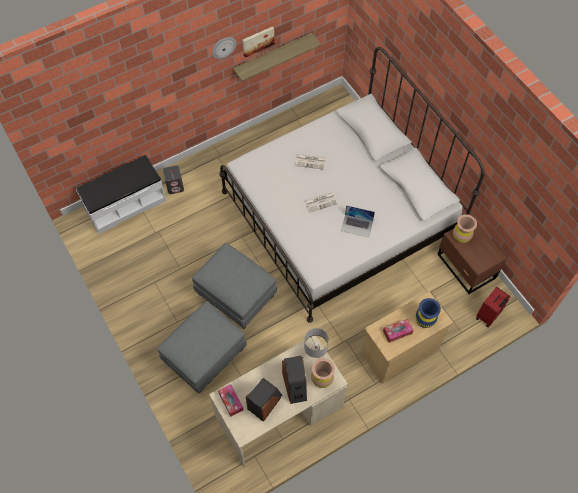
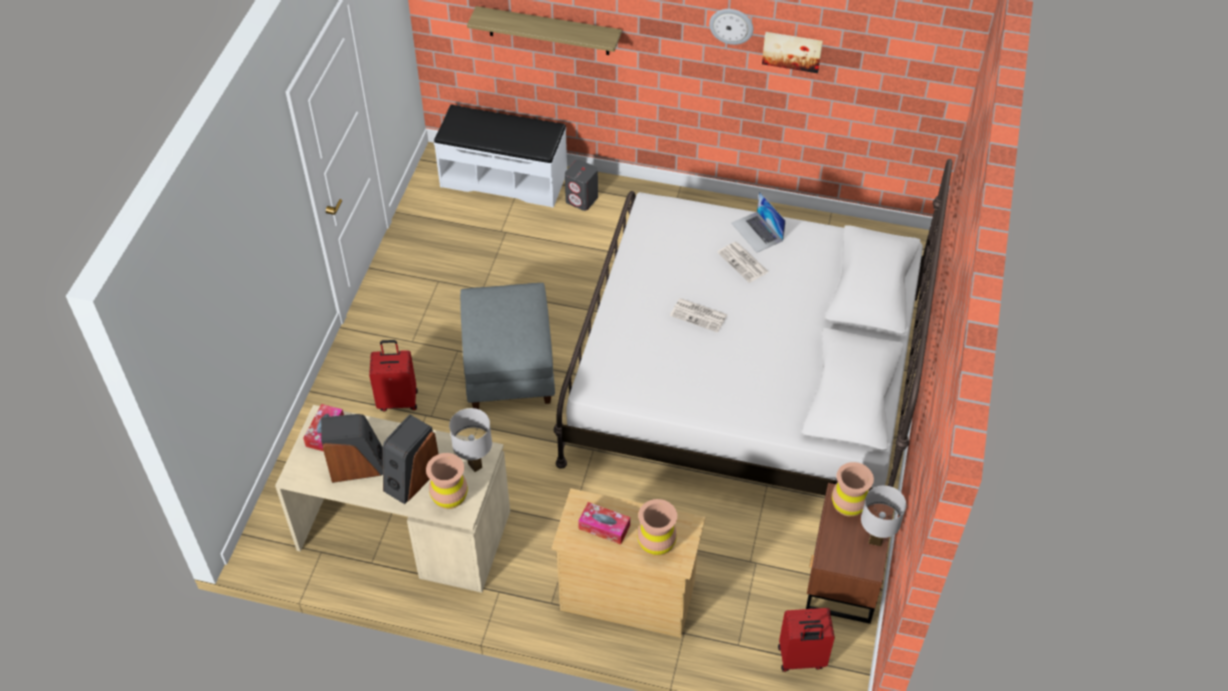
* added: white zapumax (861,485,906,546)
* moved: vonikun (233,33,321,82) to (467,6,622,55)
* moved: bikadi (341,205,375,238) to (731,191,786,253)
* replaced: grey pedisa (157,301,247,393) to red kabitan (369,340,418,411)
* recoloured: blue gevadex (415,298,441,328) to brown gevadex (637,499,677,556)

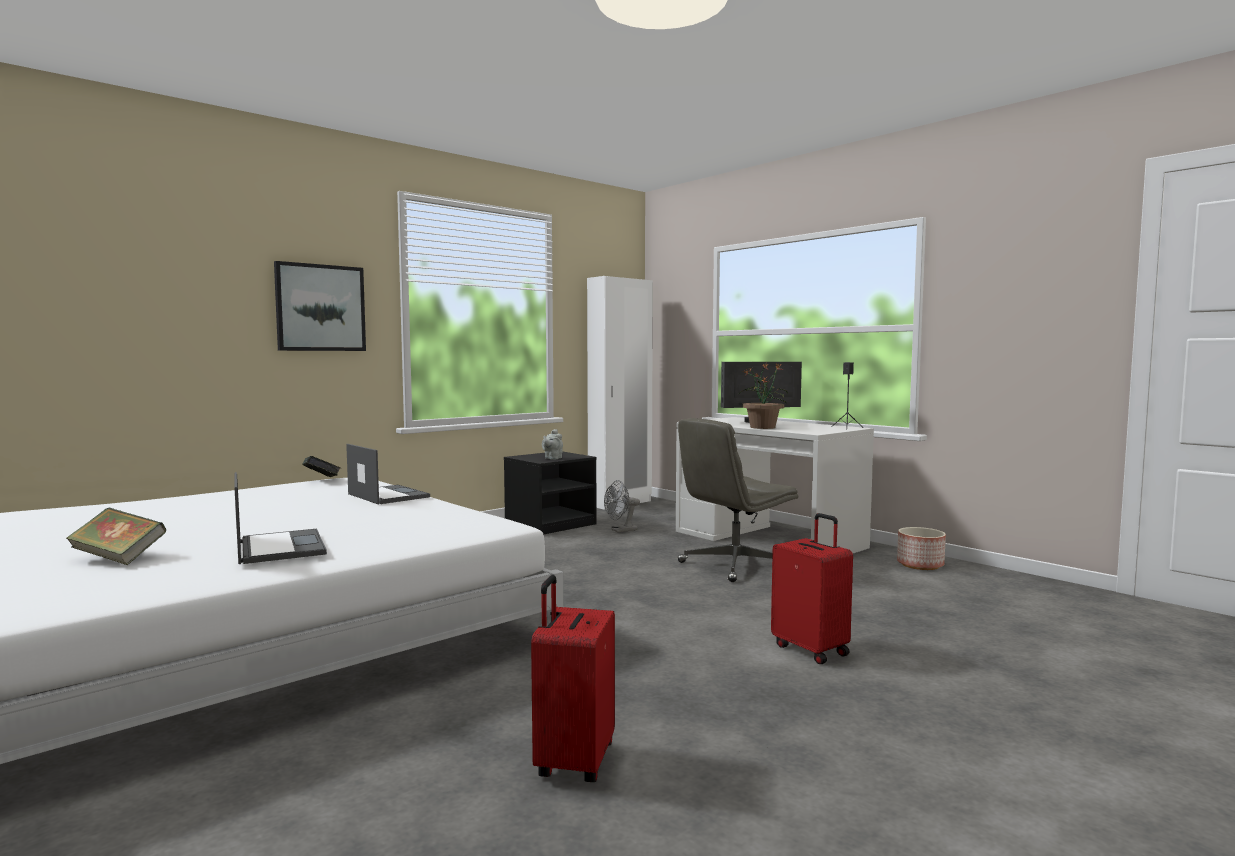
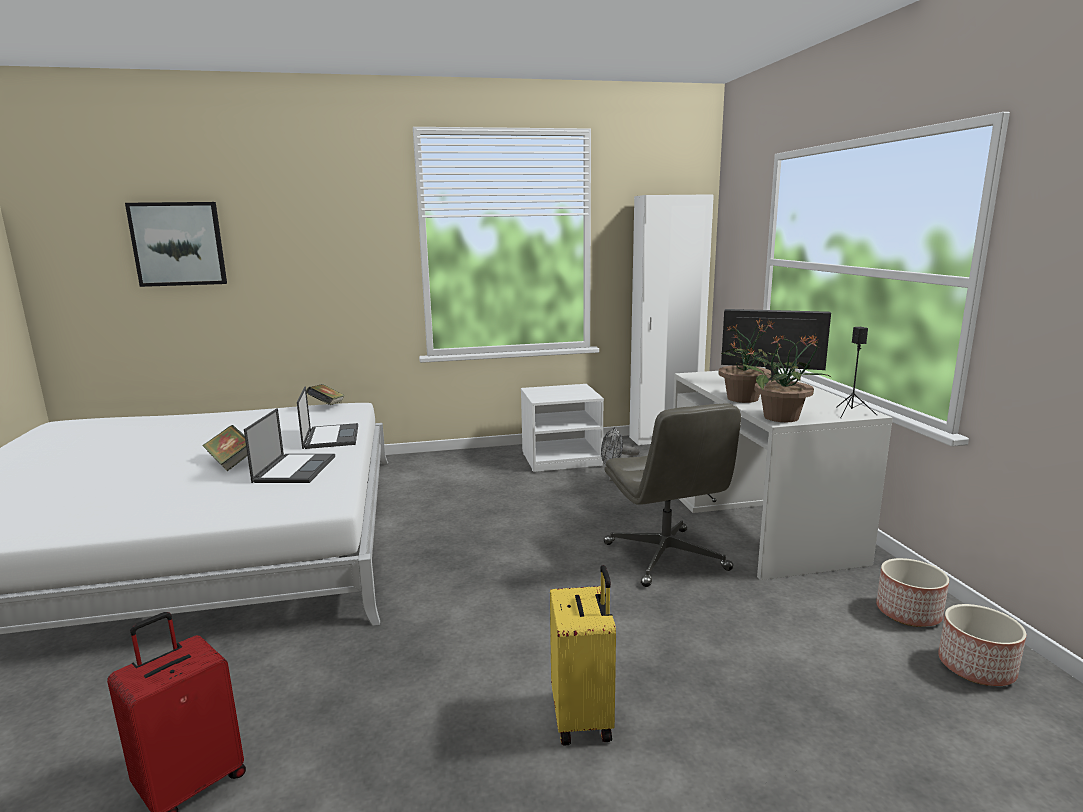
* removed: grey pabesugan (542,429,563,460)
* added: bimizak (748,335,831,422)
* added: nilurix (938,604,1026,686)
* moved: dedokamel (66,508,167,565) to (202,425,247,471)
* moved: bikadi (234,472,327,564) to (244,408,335,483)
* moved: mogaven (274,261,366,351) to (125,202,227,287)
* recoloured: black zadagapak (504,451,596,535) to white zadagapak (521,384,604,472)
* recoloured: red kabitan (771,513,853,664) to yellow kabitan (550,565,616,746)
* turned: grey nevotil (678,418,798,582) = (604,403,741,587) 105 degrees counterclockwise

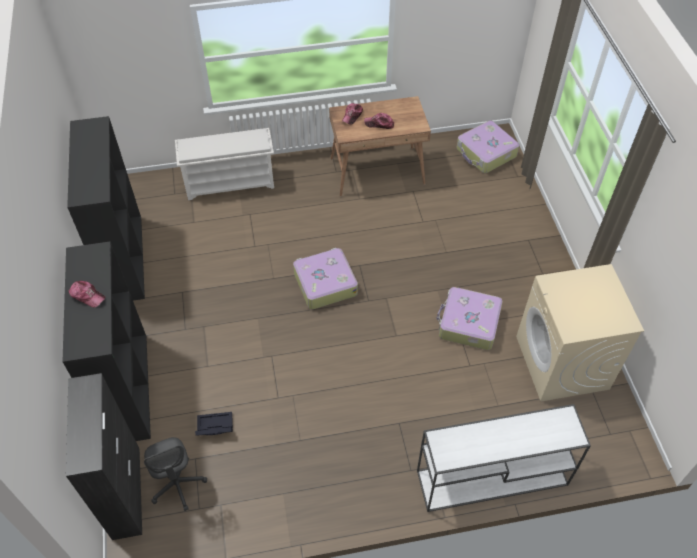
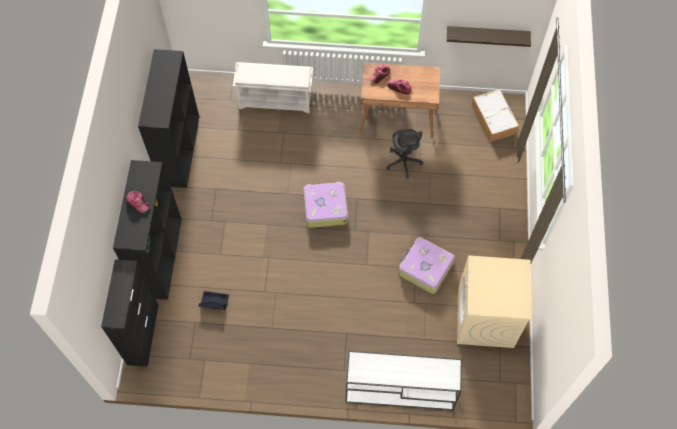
* added: vonikun (447,26,531,47)
* moved: grey nevotil (144,437,207,511) to (386,129,423,178)
* replaced: kabitan (456,121,520,173) to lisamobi (472,89,519,142)

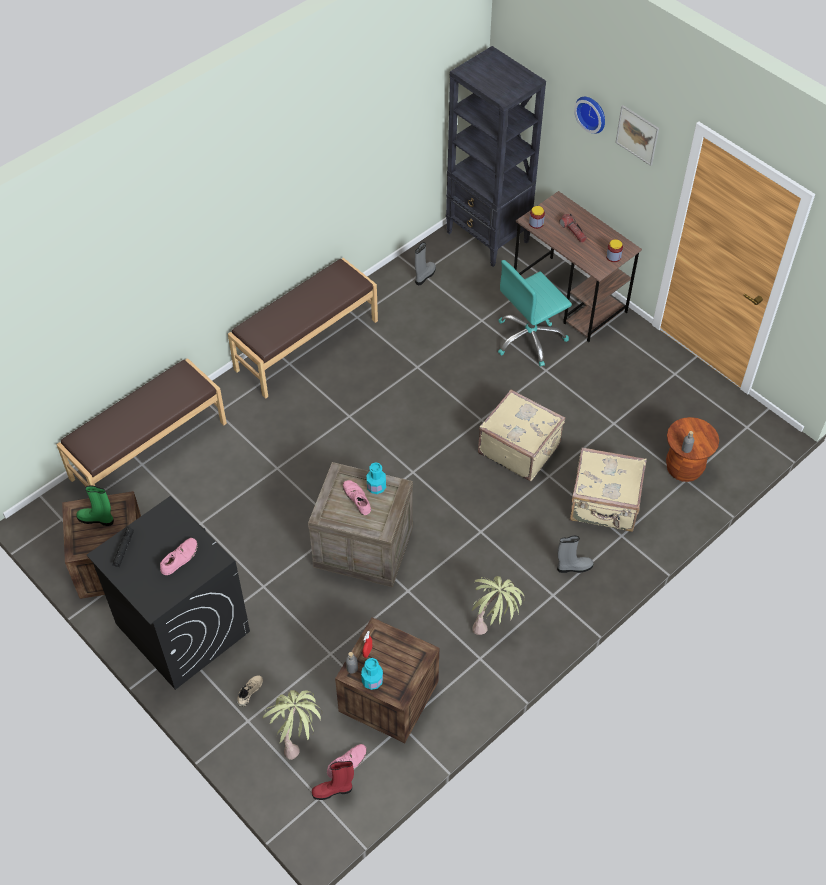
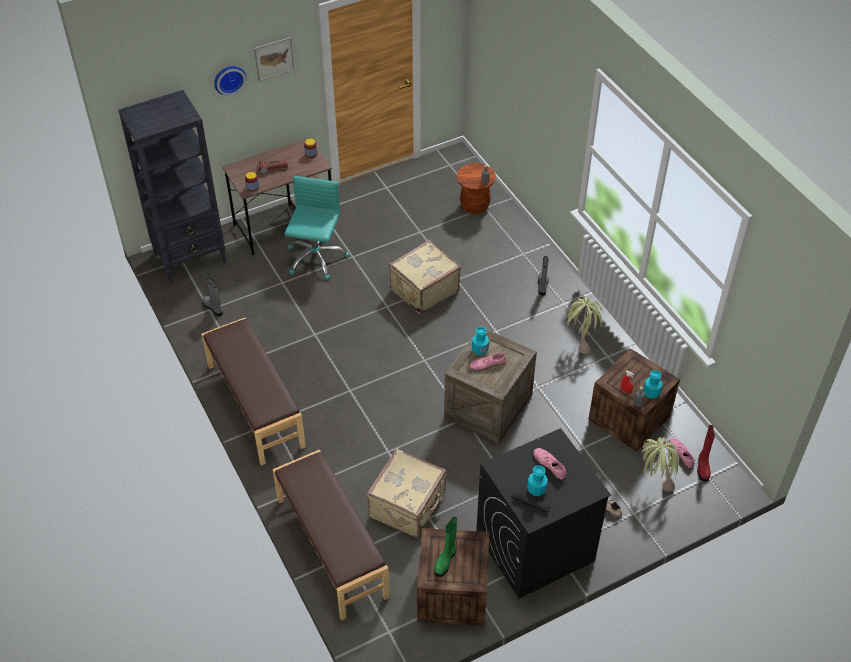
* added: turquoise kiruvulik (527,465,548,496)
* moved: beige kabitan (570,448,647,532) to (367,449,447,537)
* turned: turquoise nevotil (498,260,572,367) = (284,176,349,280) 150 degrees counterclockwise

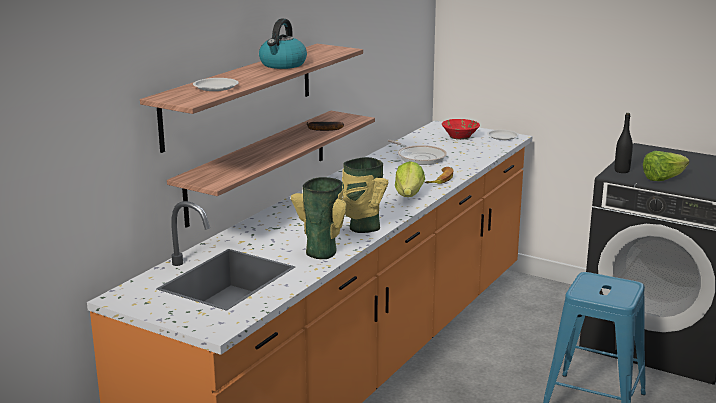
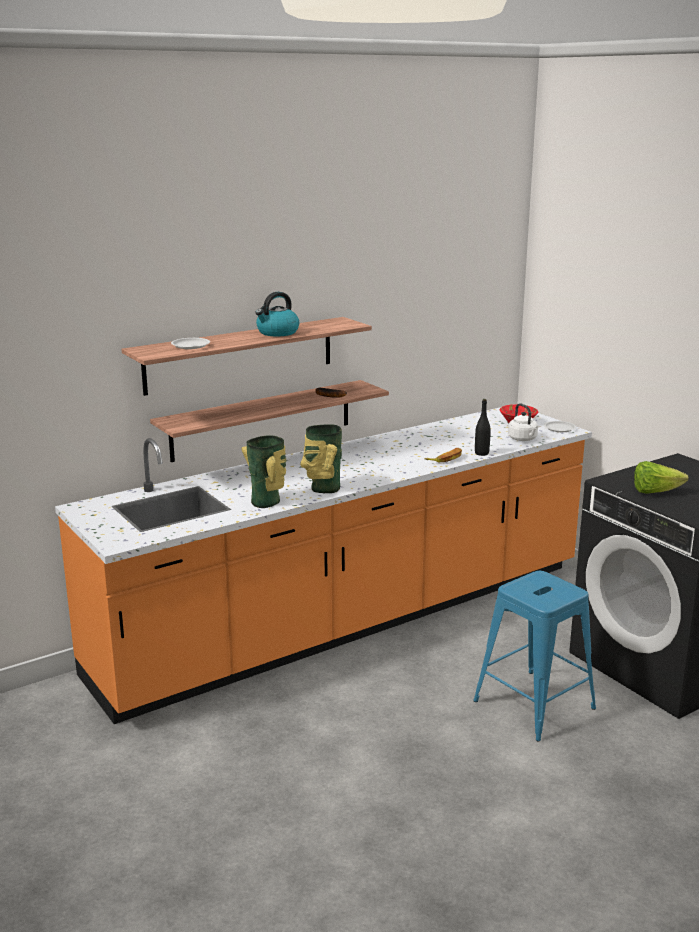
* removed: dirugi (388,140,447,165)
* removed: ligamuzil (395,161,425,197)
* added: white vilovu (508,403,538,441)
* moved: black kiruvulik (615,113,633,173) to (475,399,491,456)

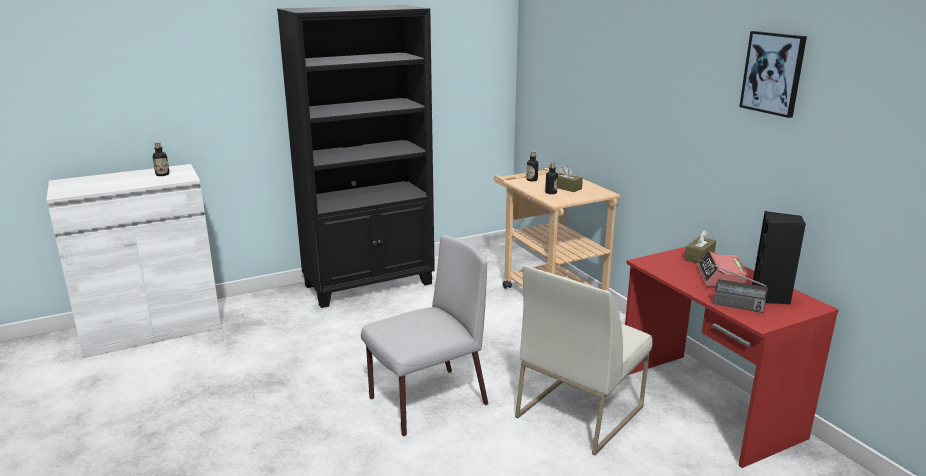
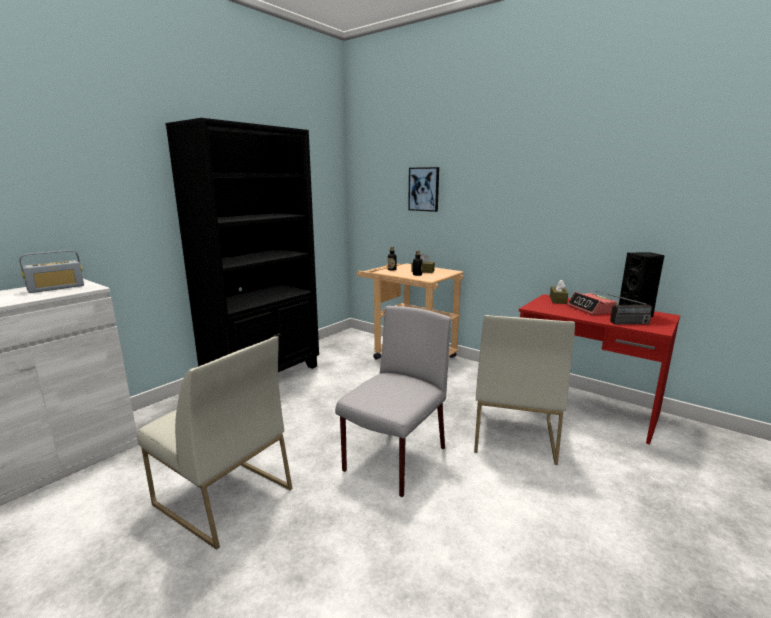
* added: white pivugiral (137,336,292,550)
* moved: mogaven (739,31,807,118) to (408,167,439,212)
* replaced: kiruvulik (153,142,169,176) to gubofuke (19,250,84,293)

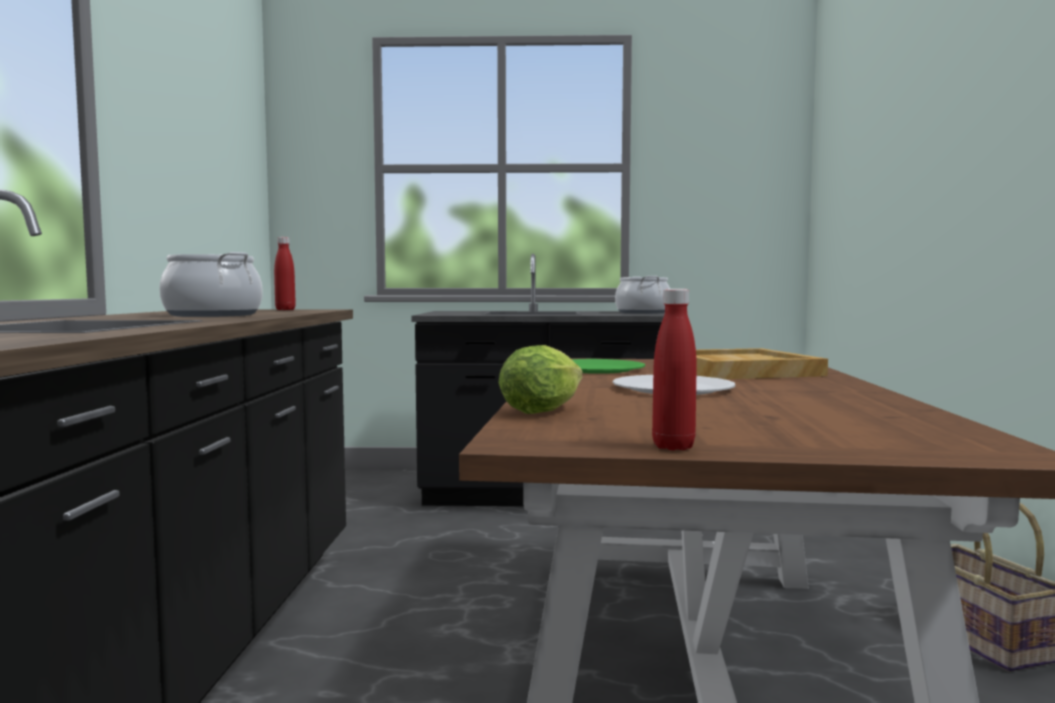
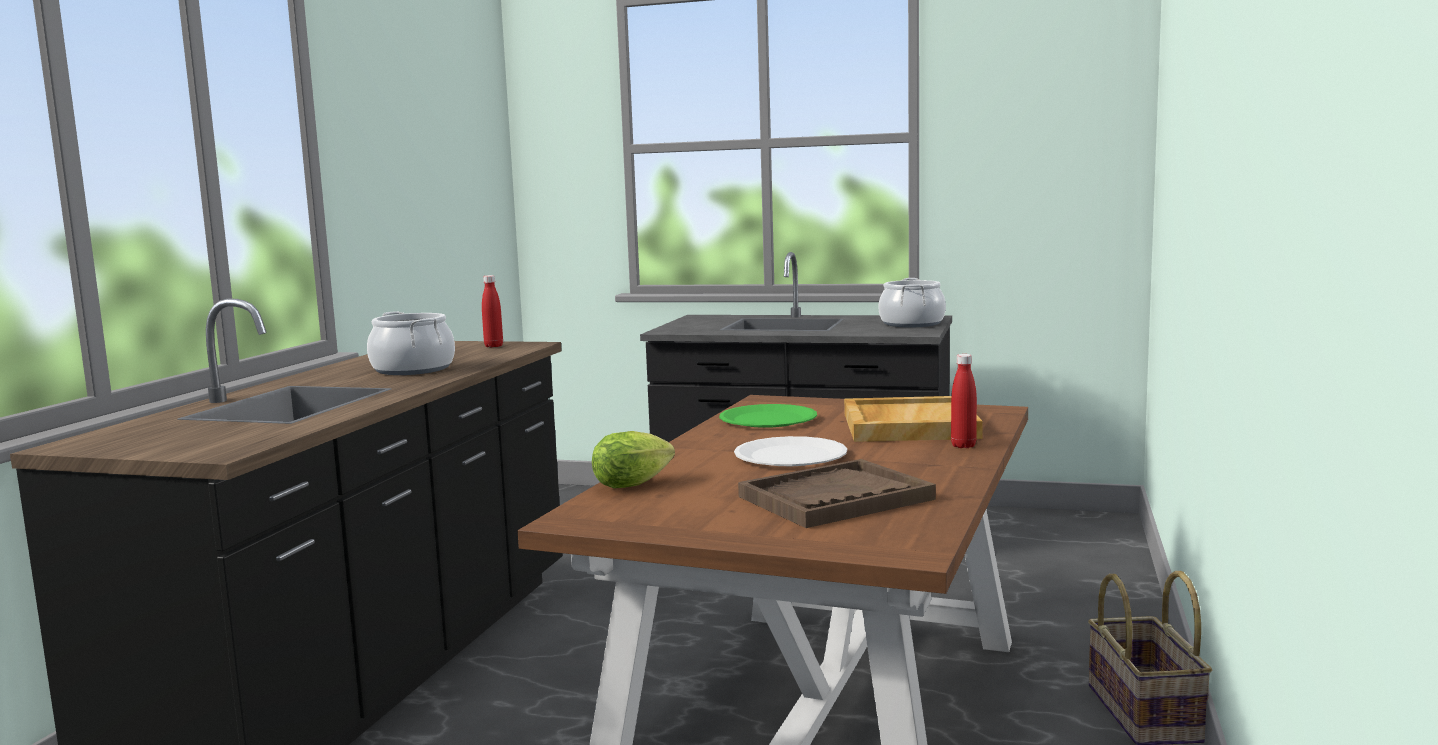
* added: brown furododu (738,459,936,528)
* moved: red kiruvulik (652,289,697,450) to (951,354,977,448)

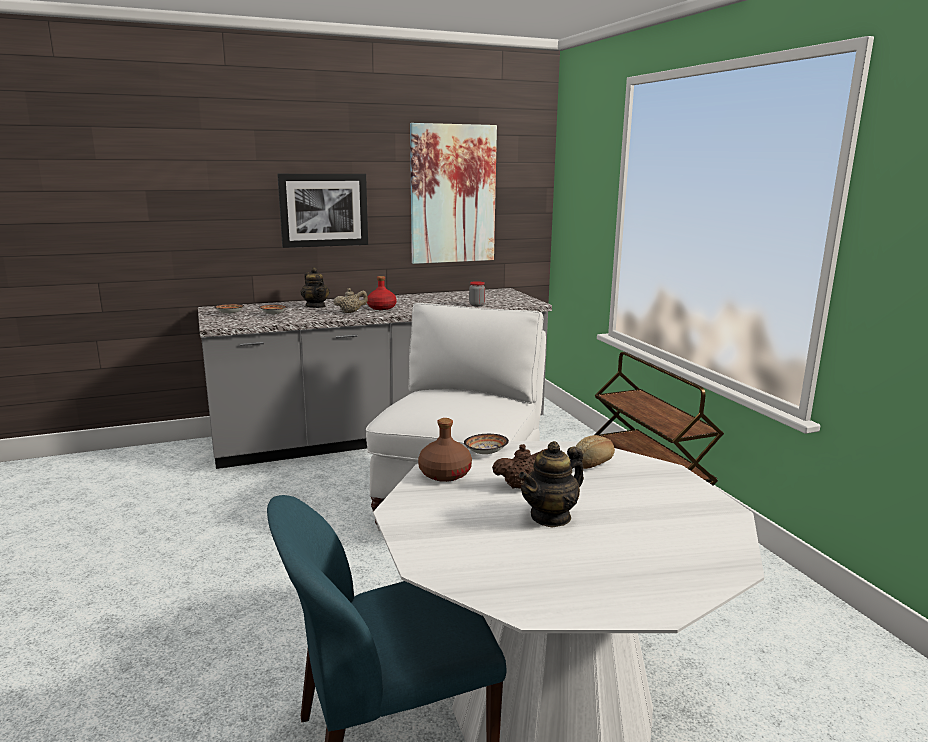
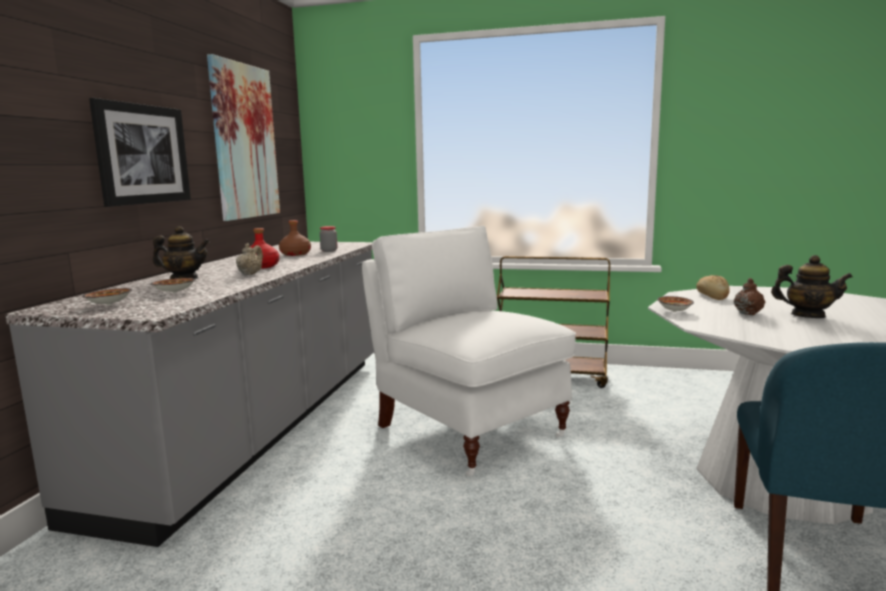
* moved: brown kiruvulik (418,418,472,482) to (279,220,311,256)
* turned: pabesugan (519,441,584,528) = (771,255,853,318) 60 degrees counterclockwise

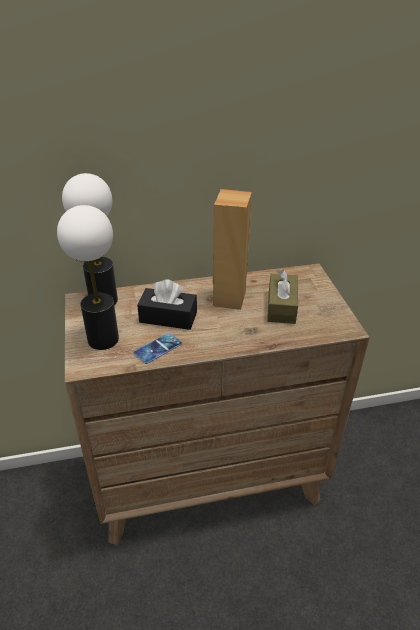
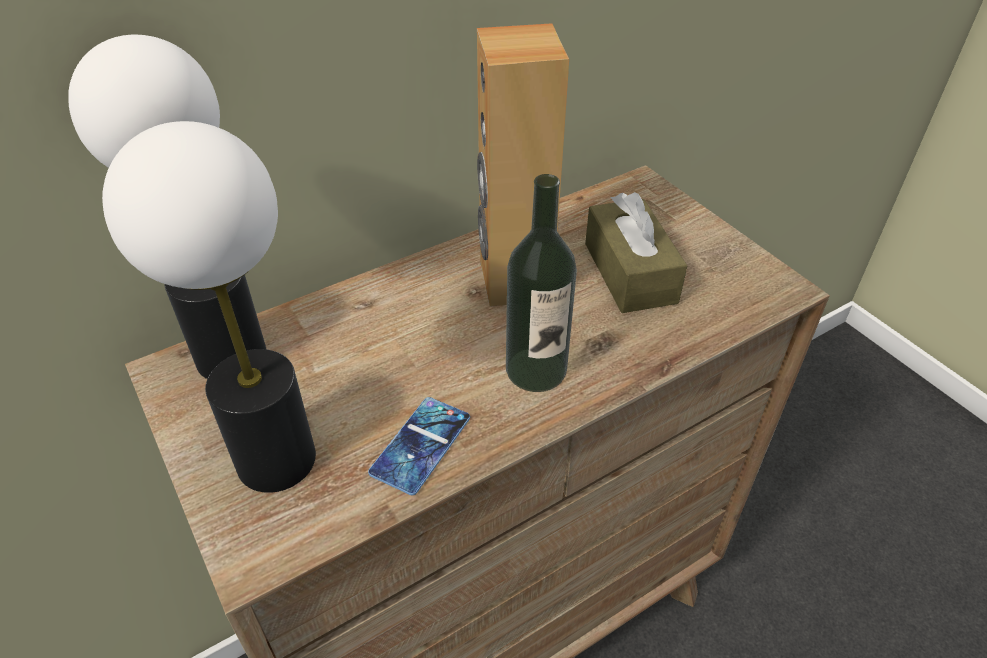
* removed: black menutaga (137,279,197,330)
* added: kiruvulik (506,174,577,392)

